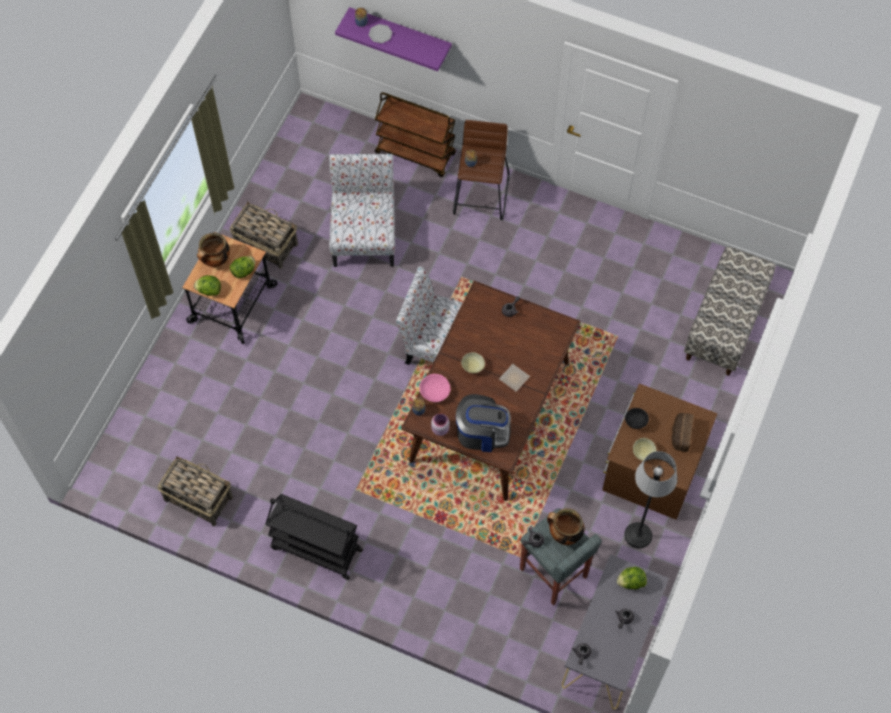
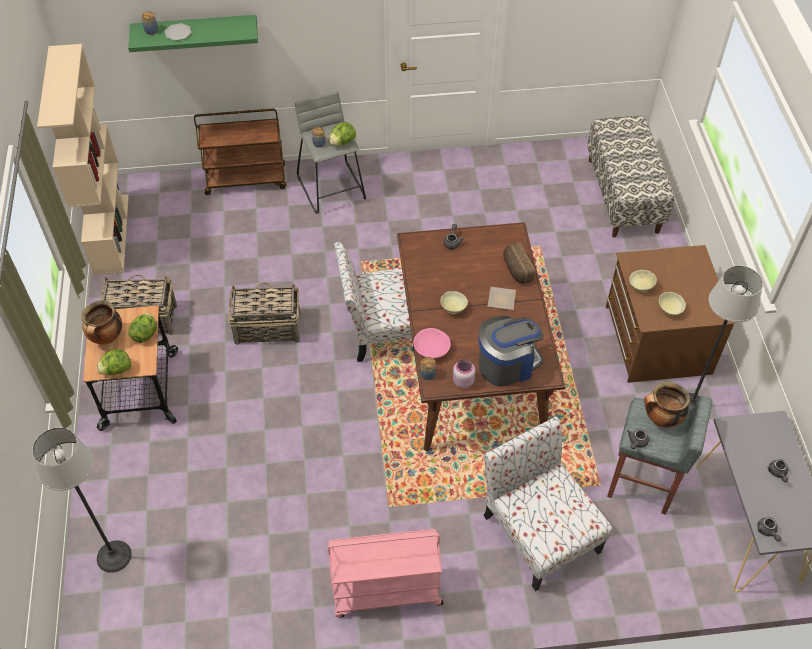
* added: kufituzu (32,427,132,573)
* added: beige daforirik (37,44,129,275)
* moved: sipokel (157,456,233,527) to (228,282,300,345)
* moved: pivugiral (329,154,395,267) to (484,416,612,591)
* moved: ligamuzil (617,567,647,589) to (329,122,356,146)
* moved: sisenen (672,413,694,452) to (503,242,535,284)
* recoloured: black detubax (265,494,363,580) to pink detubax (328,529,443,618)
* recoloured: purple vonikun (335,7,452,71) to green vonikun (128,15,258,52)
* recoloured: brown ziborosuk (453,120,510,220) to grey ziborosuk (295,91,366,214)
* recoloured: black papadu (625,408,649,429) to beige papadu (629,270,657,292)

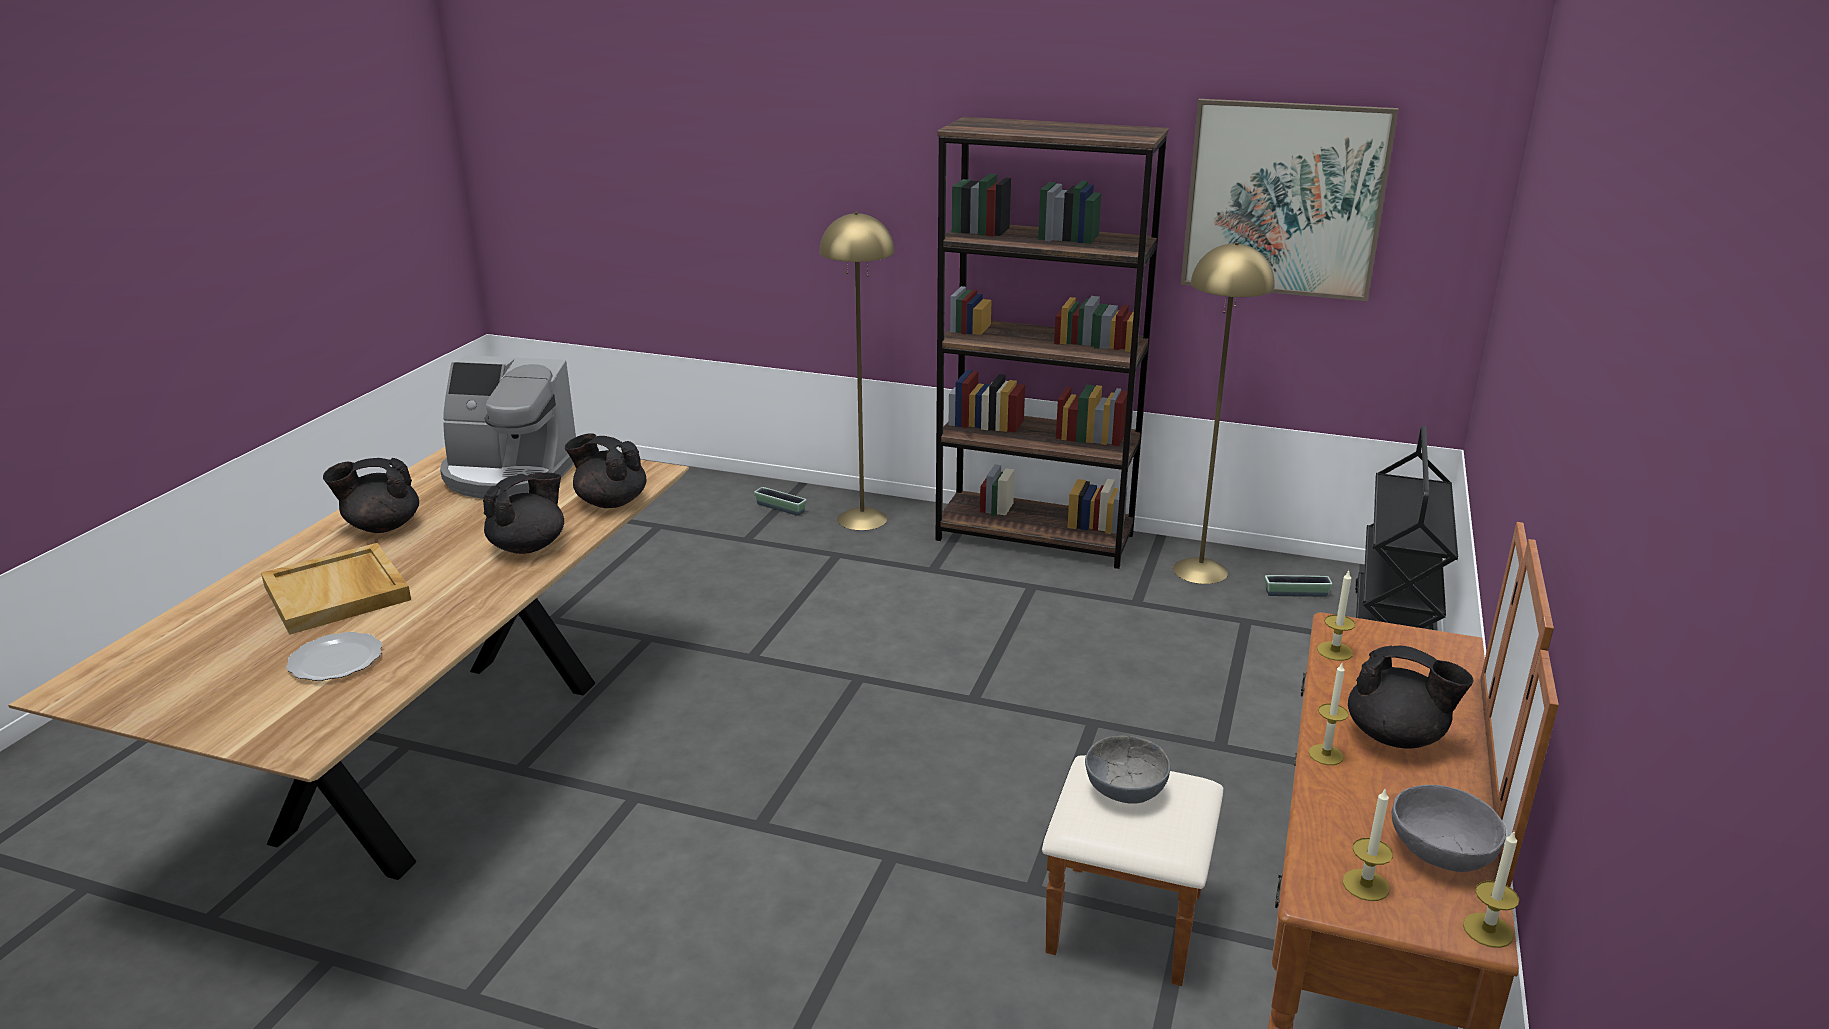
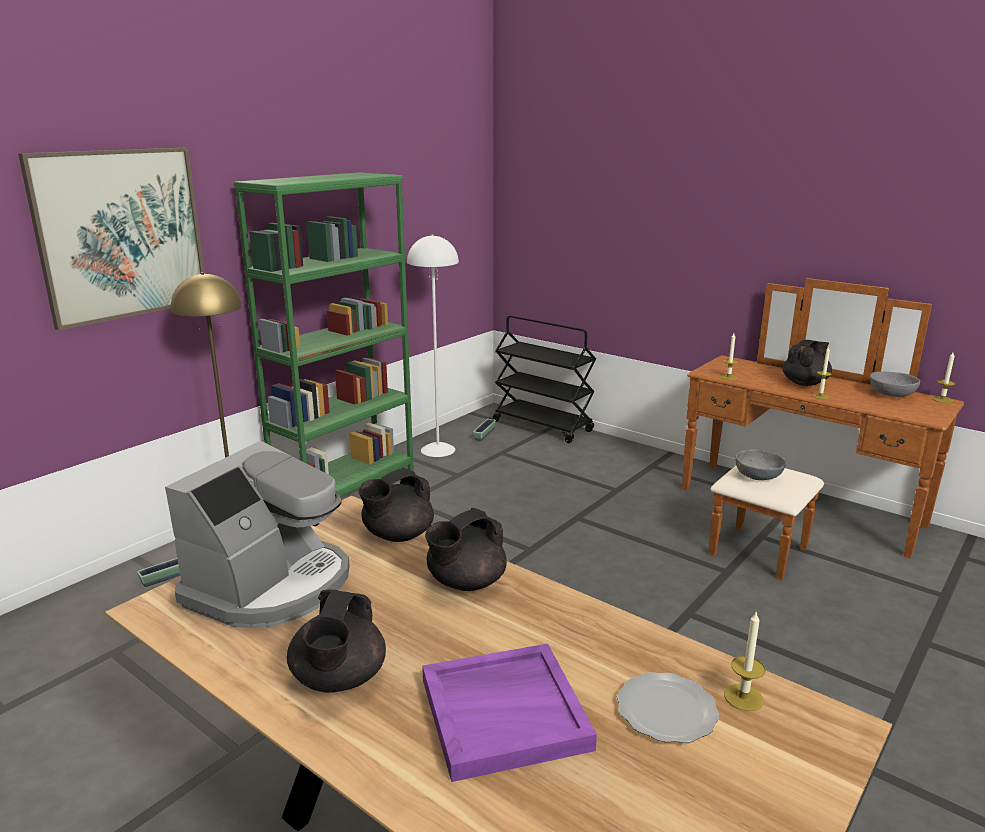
* moved: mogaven (1181,99,1398,301) to (18,148,205,331)
* moved: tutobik (1343,787,1393,901) to (724,611,765,711)
* recoloured: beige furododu (261,543,411,635) to purple furododu (422,644,597,782)
* recoloured: brown daforirik (936,117,1169,569) to green daforirik (234,172,414,499)
* recoloured: yellow kufituzu (1173,242,1275,584) to white kufituzu (407,234,459,457)
* turned: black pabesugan (483,473,564,554) = (425,508,507,591) 105 degrees counterclockwise

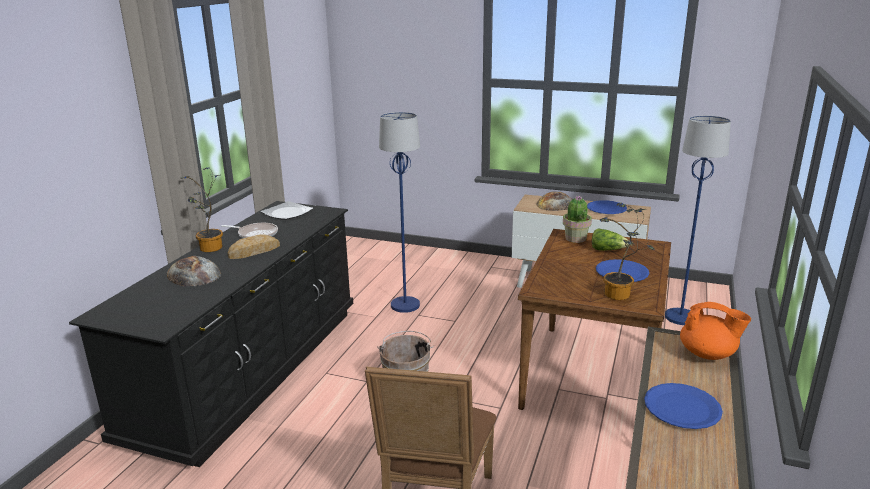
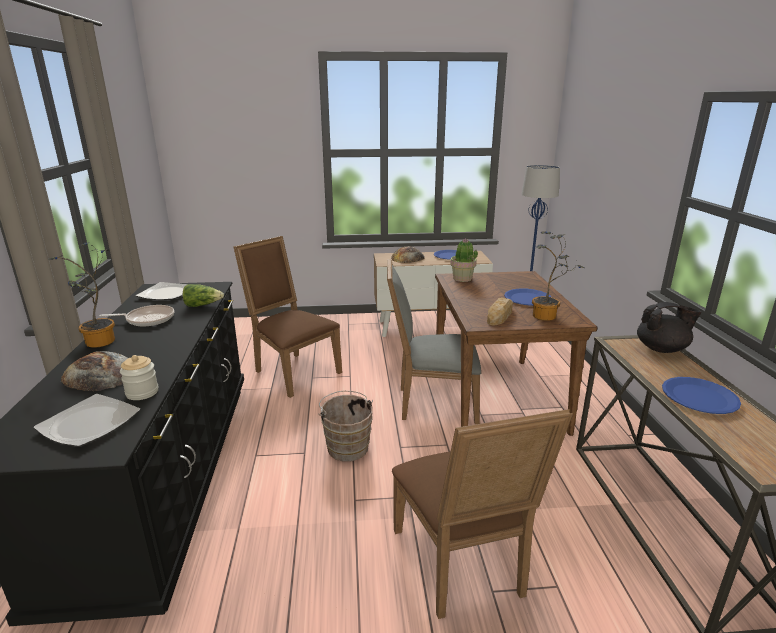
* added: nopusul (33,394,141,447)
* added: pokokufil (120,355,159,400)
* added: grey pivugiral (387,258,481,424)
* moved: sisenen (228,234,280,259) to (487,298,513,326)
* moved: ligamuzil (592,228,629,251) to (183,284,224,307)
* replaced: blue kufituzu (379,112,420,313) to brown pivugiral (233,236,342,398)
* recoloured: orange pabesugan (680,302,751,360) to black pabesugan (637,302,701,353)

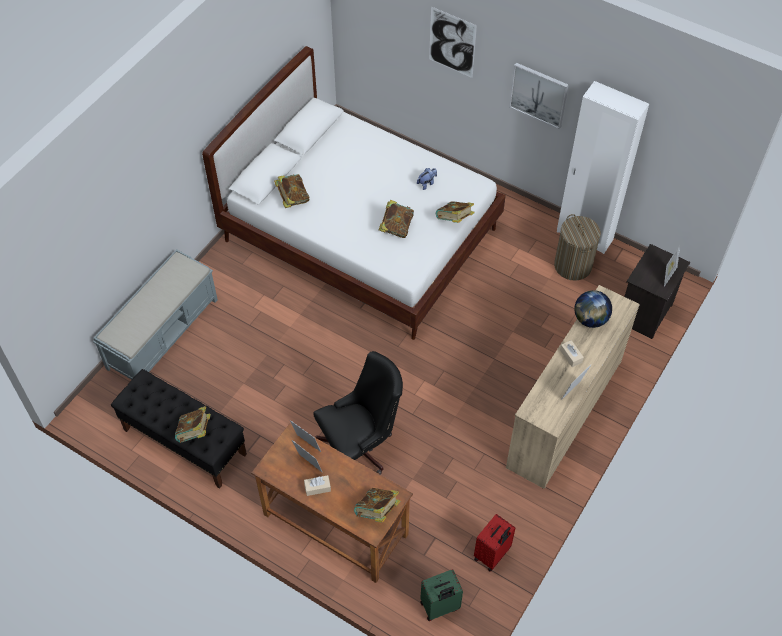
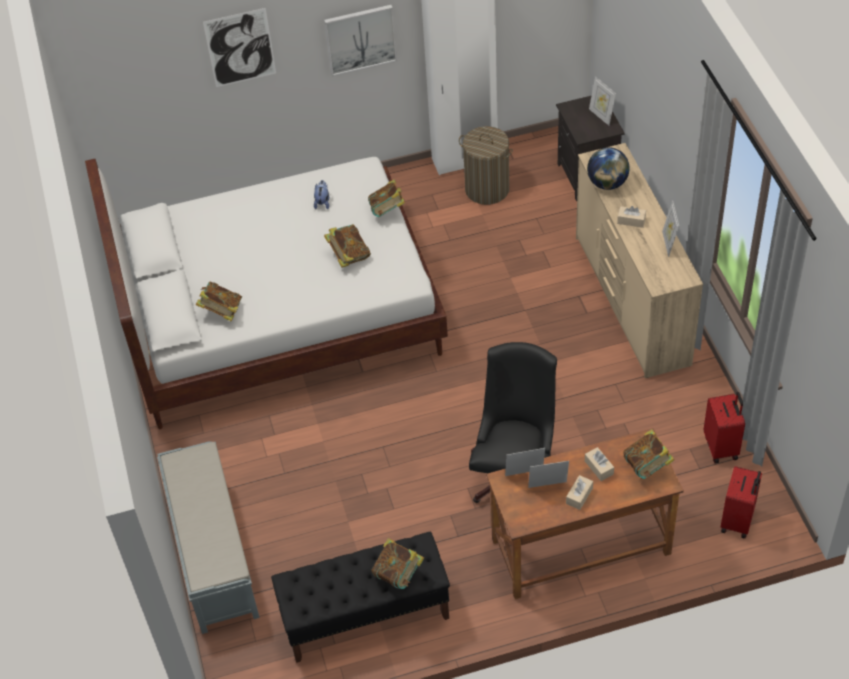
* added: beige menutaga (585,447,614,481)
* recoloured: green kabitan (420,569,463,621) to red kabitan (721,466,762,538)

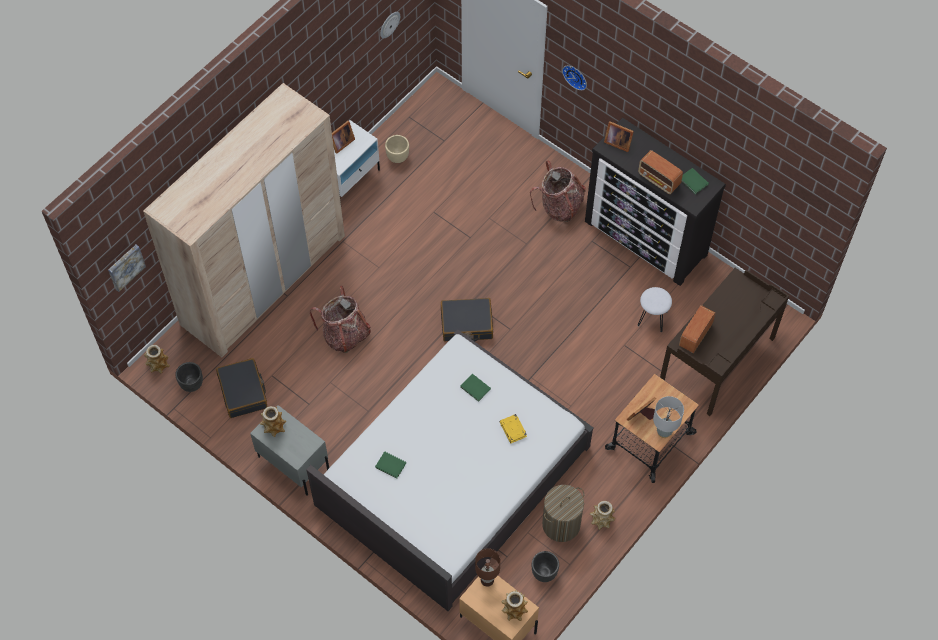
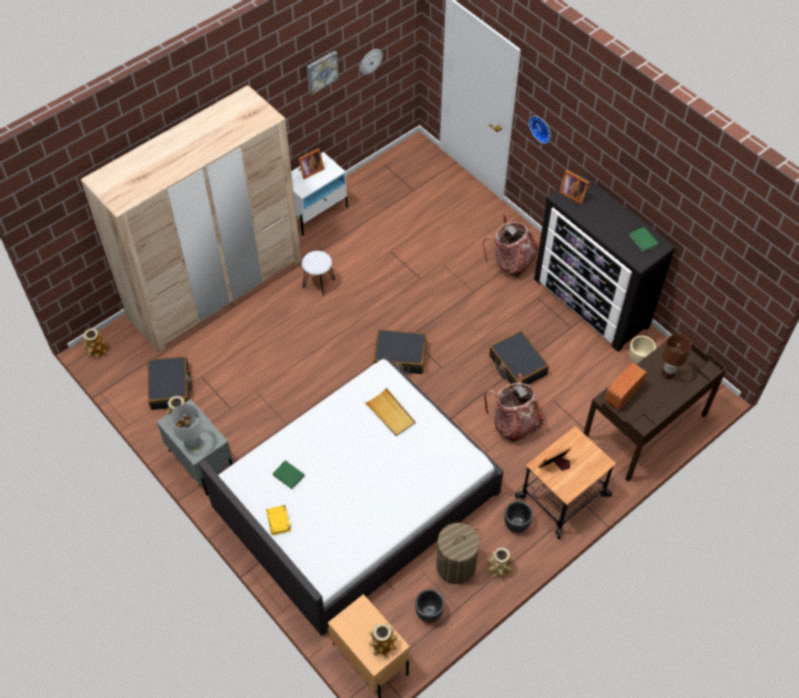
* removed: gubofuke (638,150,683,194)
* added: black kabitan (489,331,549,385)
* moved: mogaven (108,245,146,292) to (307,50,339,95)
* moved: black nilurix (175,362,203,392) to (504,501,533,533)
* moved: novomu (310,286,371,353) to (484,373,544,442)
* moved: beige nilurix (385,135,409,163) to (629,336,656,364)
* moved: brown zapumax (475,548,500,587) to (662,334,691,379)
* moved: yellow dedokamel (499,414,527,443) to (266,505,291,535)
* moved: white ziborosuk (638,287,672,332) to (302,251,335,297)
* moved: grey zapumax (653,396,684,438) to (170,404,203,450)
* replaced: green dedokamel (461,374,491,402) to beige furododu (365,388,415,436)

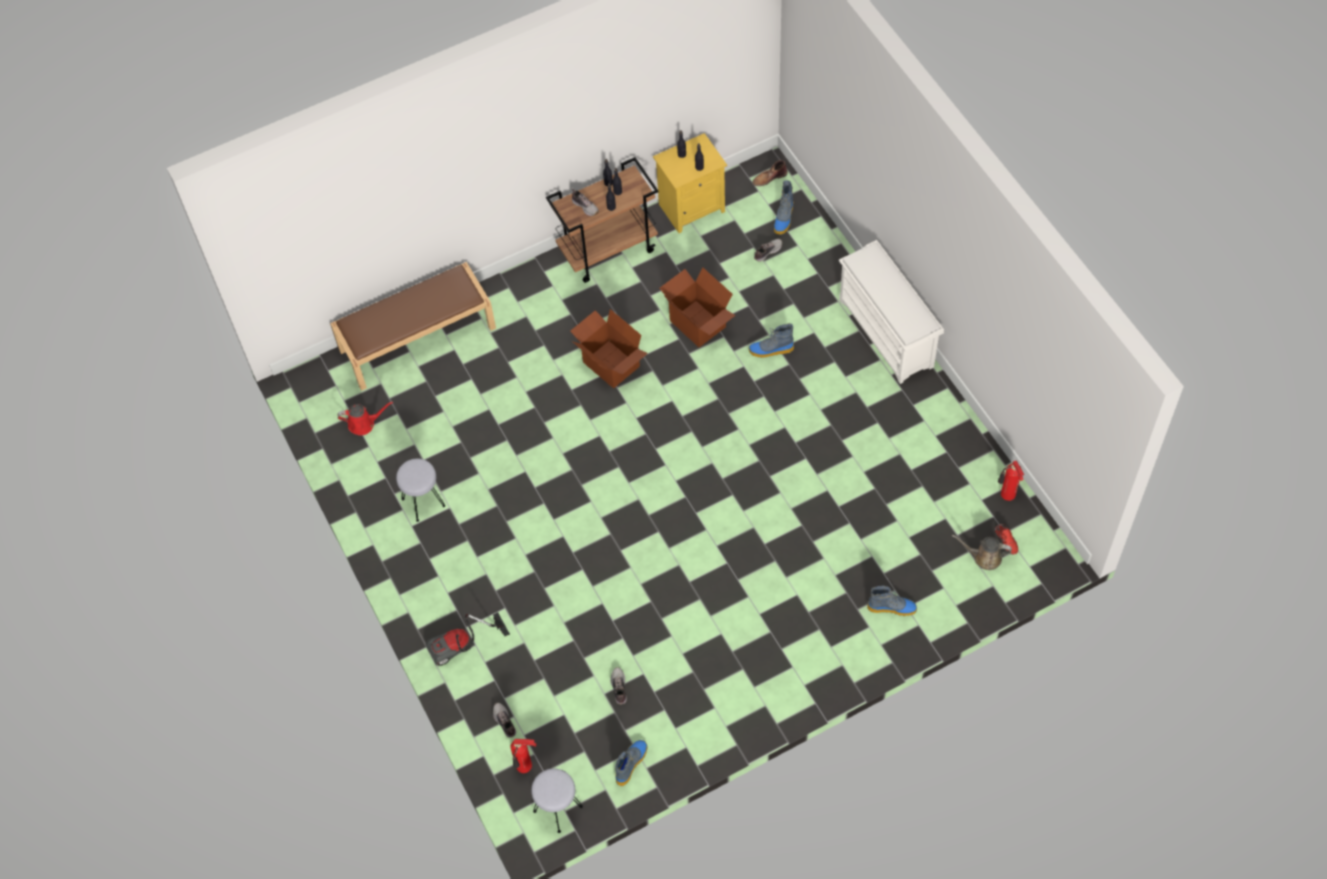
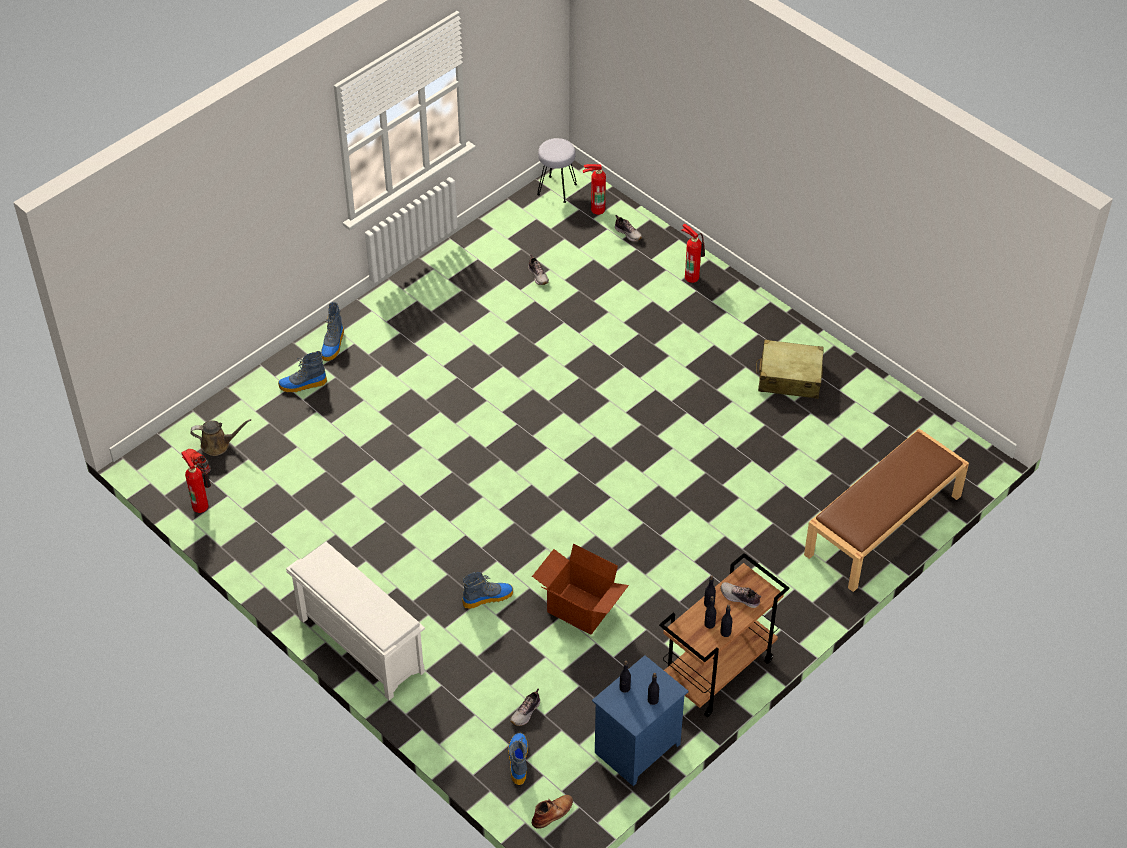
* removed: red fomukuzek (338,401,393,436)
* removed: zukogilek (570,309,648,389)
* moved: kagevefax (615,740,648,786) to (321,302,344,361)
* replaced: grey ziborosuk (396,459,445,522) to beige kabitan (756,340,824,399)
* replaced: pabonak (426,612,510,666) to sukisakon (682,224,705,283)
* recoloured: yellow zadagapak (653,133,727,233) to blue zadagapak (592,655,689,786)

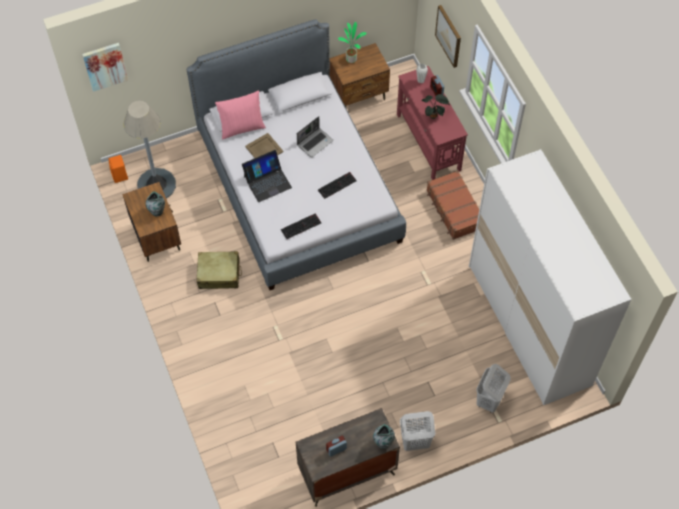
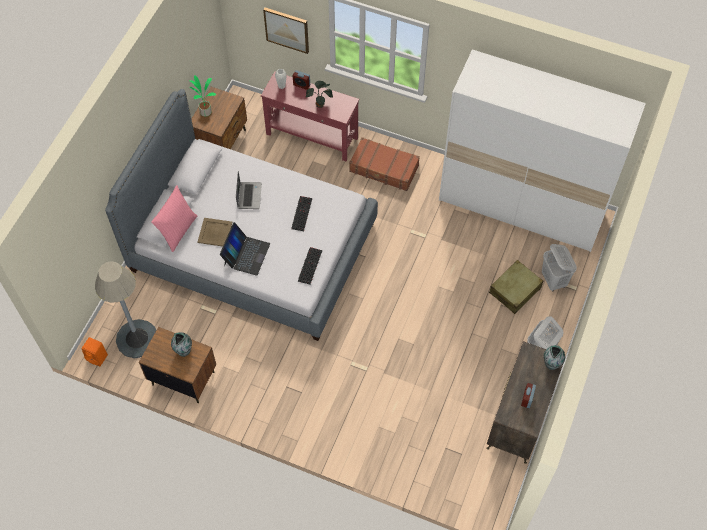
* removed: mogaven (82,43,128,92)
* moved: beige kabitan (197,251,242,289) to (489,260,543,314)

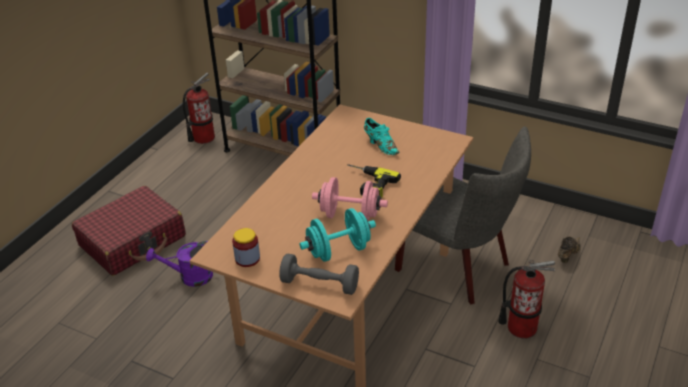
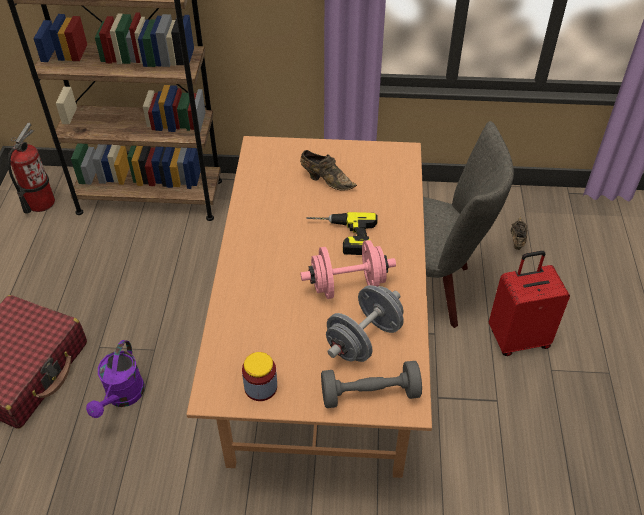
* replaced: sukisakon (498,260,555,339) to red kabitan (489,251,570,356)
* recoloured: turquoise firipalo (299,208,376,262) to grey firipalo (326,285,404,362)
* recoloured: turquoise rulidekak (364,118,399,155) to brown rulidekak (300,150,357,191)
* turned: purple fomukuzek (146,241,213,287) = (86,340,145,418) 45 degrees counterclockwise

